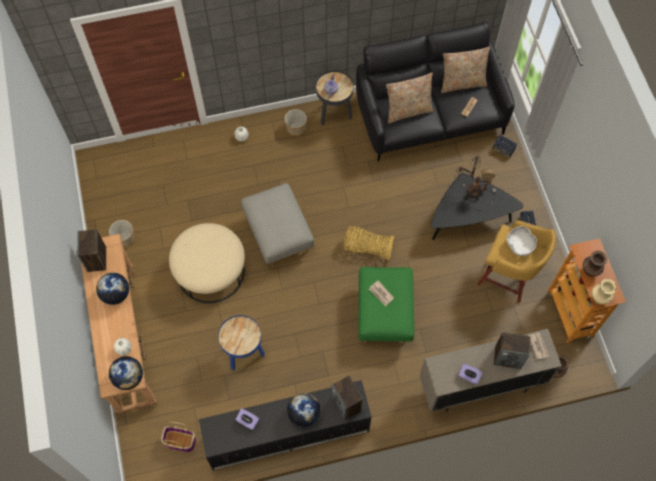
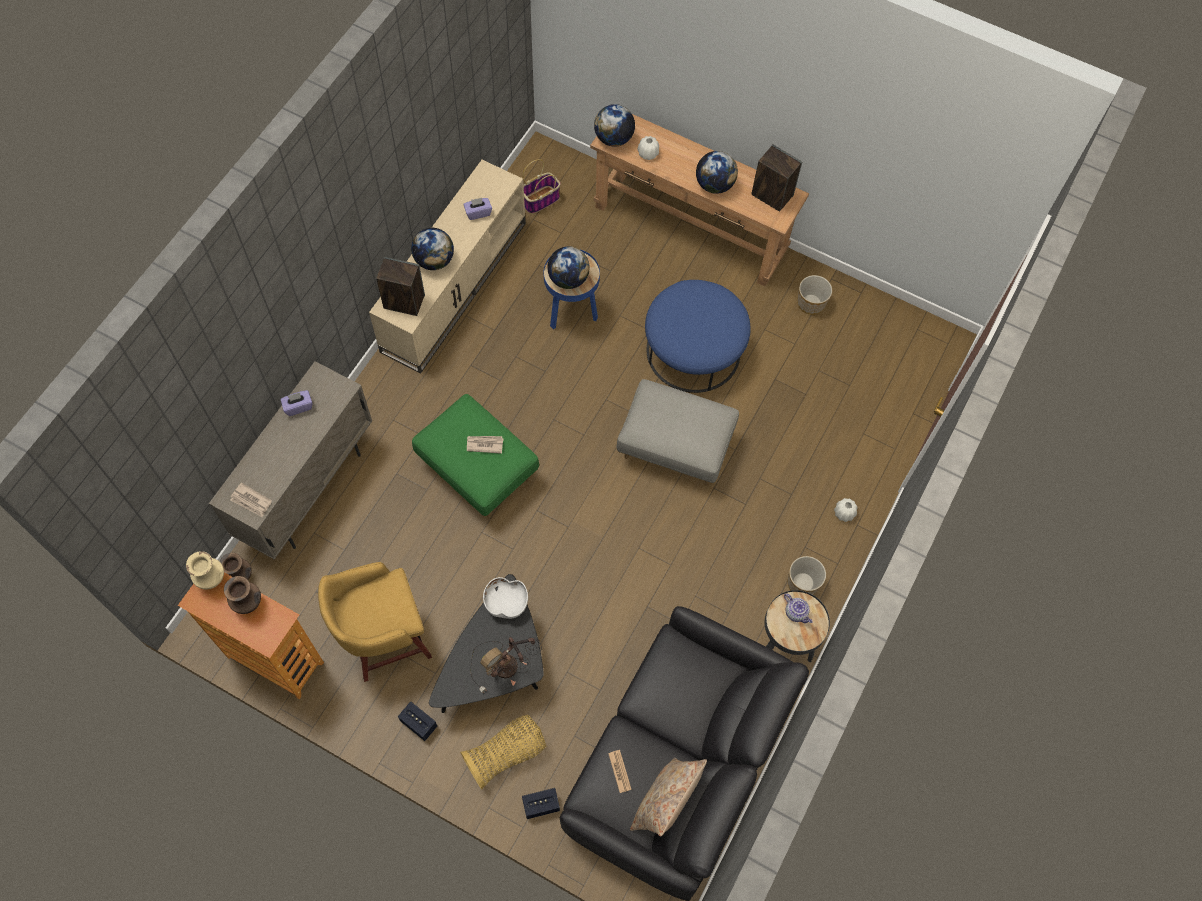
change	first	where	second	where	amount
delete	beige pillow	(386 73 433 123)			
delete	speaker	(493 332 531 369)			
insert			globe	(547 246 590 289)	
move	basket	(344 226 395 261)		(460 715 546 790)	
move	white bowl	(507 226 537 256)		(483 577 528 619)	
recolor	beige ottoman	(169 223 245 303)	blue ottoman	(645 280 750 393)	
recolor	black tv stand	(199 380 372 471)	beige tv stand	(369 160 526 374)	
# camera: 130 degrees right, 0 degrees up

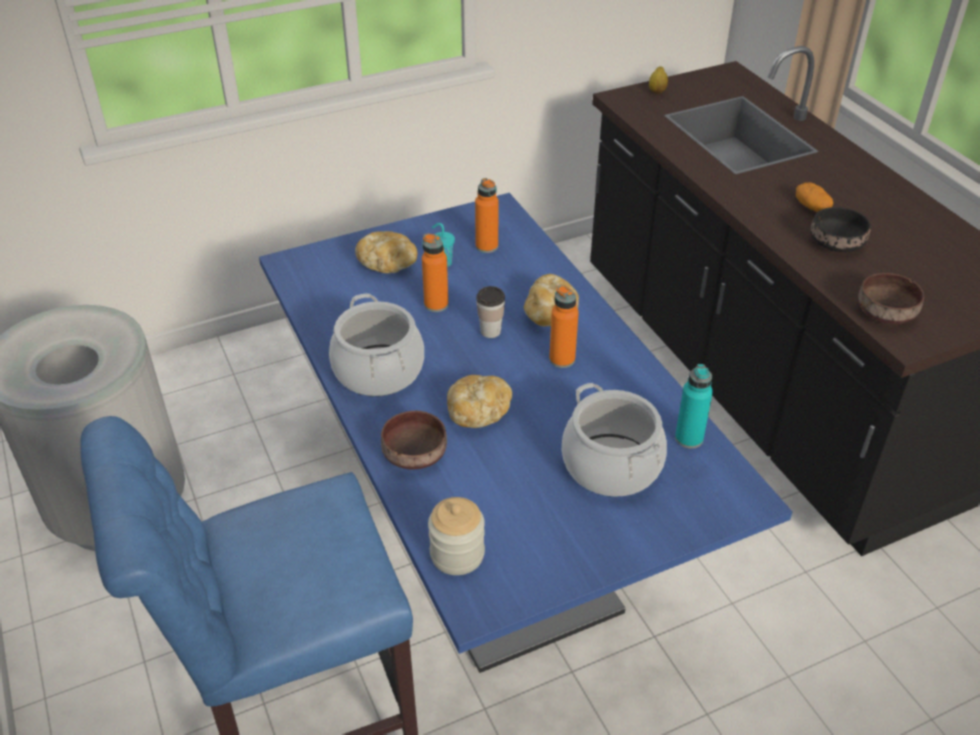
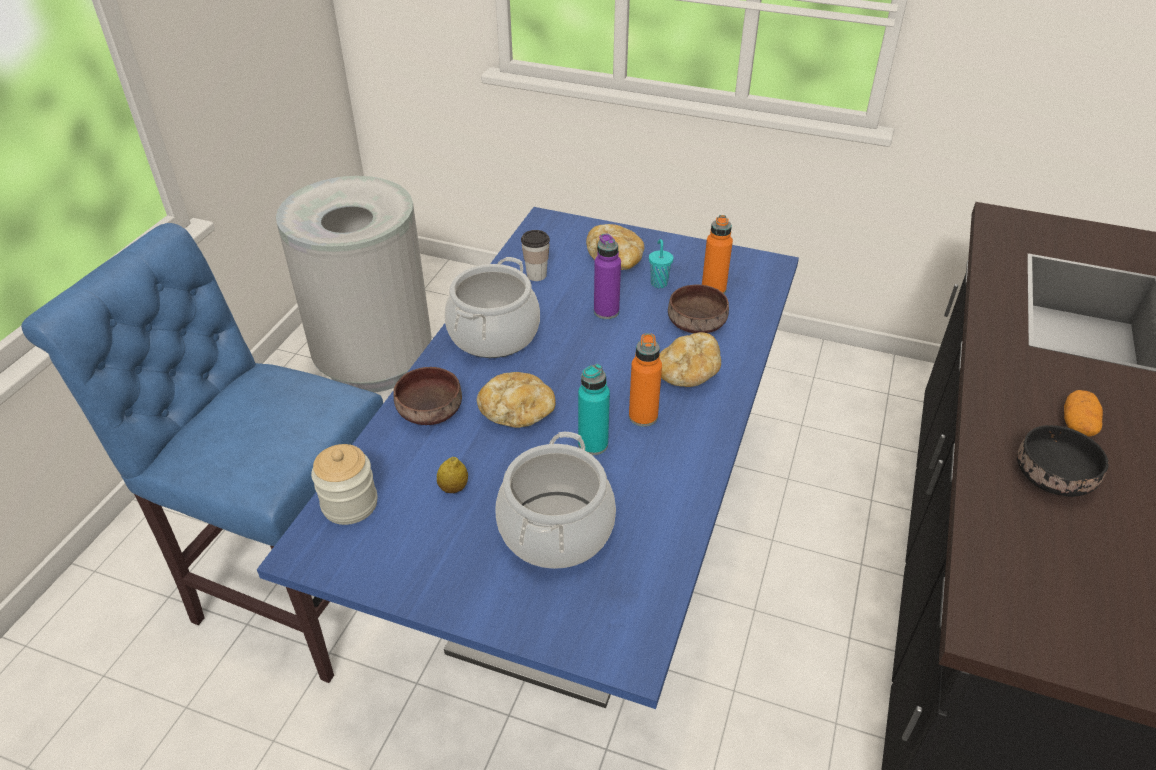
change	first	where	second	where	amount
move	cup	(476 286 505 338)		(521 230 550 281)	
move	lemon	(649 66 668 94)		(437 457 468 493)	
move	turquoise bottle	(675 364 713 449)		(578 364 610 455)	
move	brown bowl	(858 273 924 324)		(668 285 729 333)	
recolor	orange bottle	(422 234 449 312)	purple bottle	(594 233 621 319)	
# camera: 45 degrees right, 0 degrees up

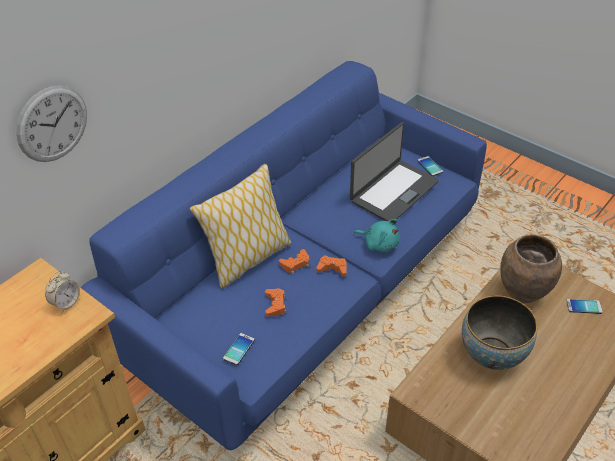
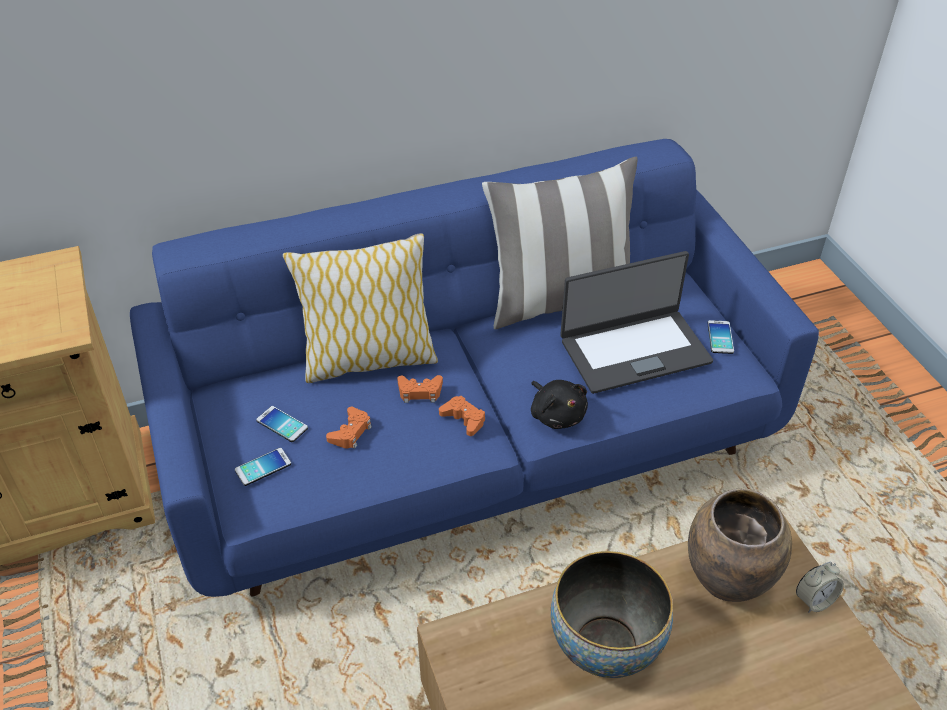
change	first	where	second	where	amount
delete	wall clock	(16 85 87 162)			
insert			pillow	(482 157 638 329)	
move	alarm clock	(45 271 80 312)		(796 562 844 613)	
move	phone	(566 299 603 314)		(256 406 308 442)	
recolor	turquoise plush toy	(354 219 400 252)	black plush toy	(531 380 588 429)	
# camera: 30 degrees right, 0 degrees up

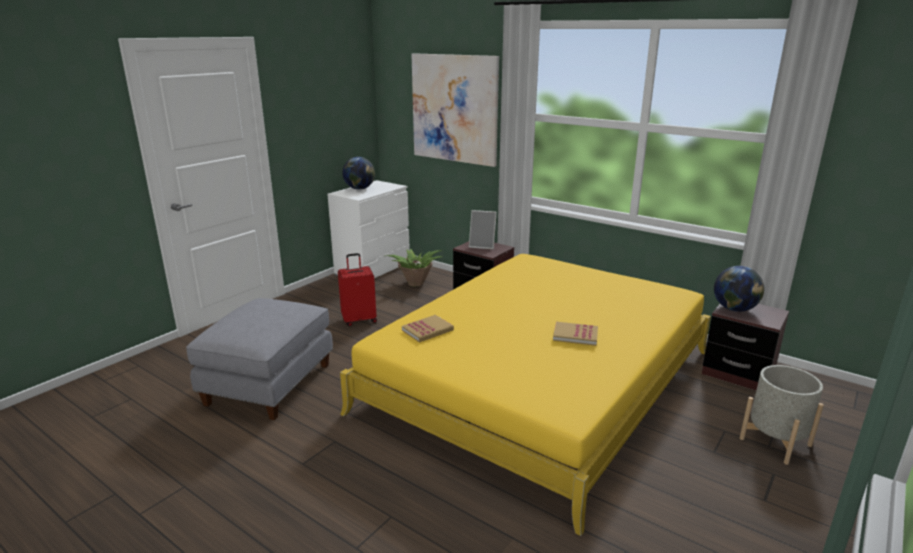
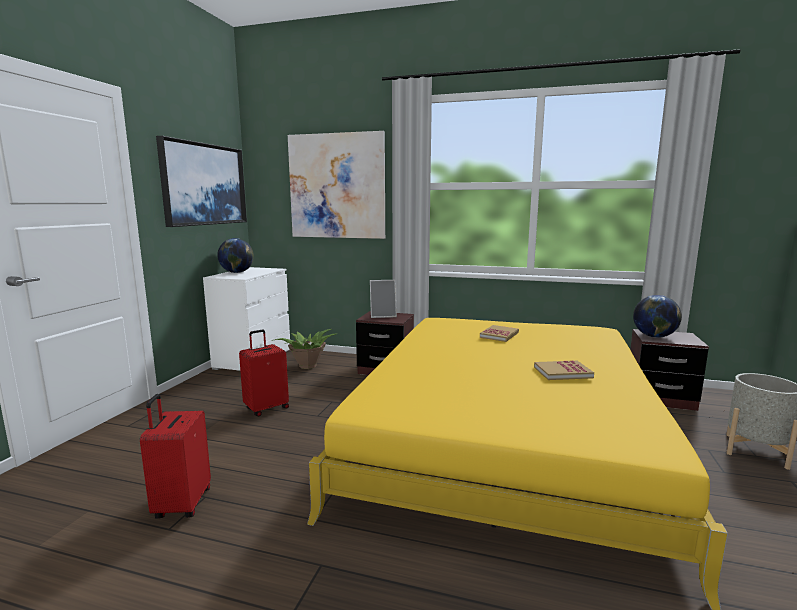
change	first	where	second	where	amount
insert			picture	(156 136 247 227)	
move	book	(402 315 454 343)		(480 325 519 342)	
replace	grey ottoman	(186 298 333 420)	red suitcase	(140 394 211 519)	
# camera: 20 degrees left, 10 degrees down

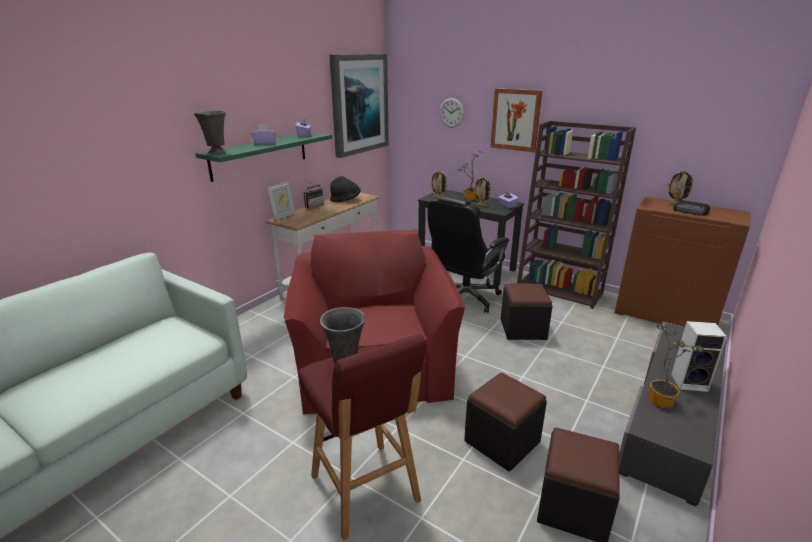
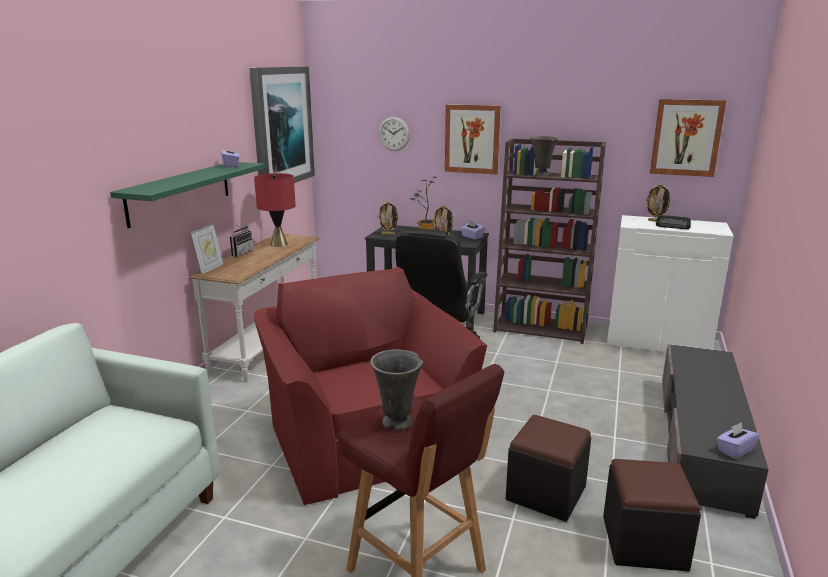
change	first	where	second	where	amount
delete	black ottoman	(501 283 553 340)			
delete	potted plant	(649 323 704 409)			
delete	speaker	(671 321 727 392)			
insert			picture	(650 99 726 177)	
move	grey vase	(194 110 226 154)		(530 136 558 176)	
move	purple tissue box	(252 124 276 145)		(717 422 760 459)	
replace	black hat	(330 176 361 202)	red table lamp	(254 173 296 247)	
recolor	brown cabinet	(615 197 751 327)	white cabinet	(607 215 734 352)	
# camera: 15 degrees left, 5 degrees down

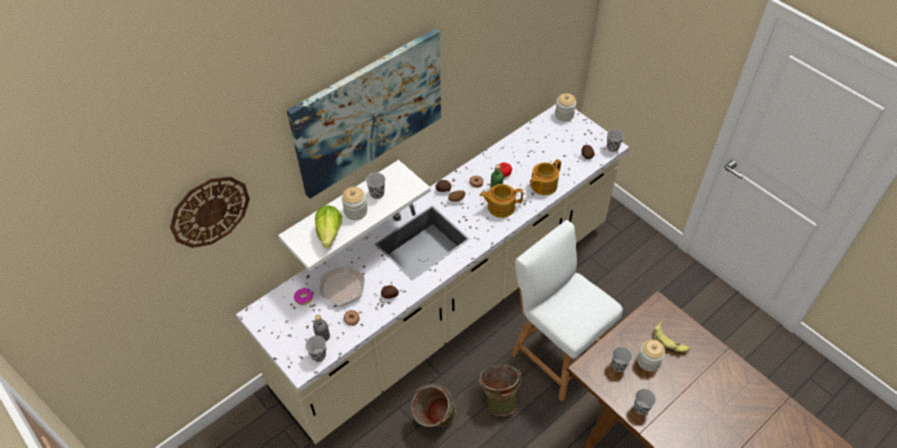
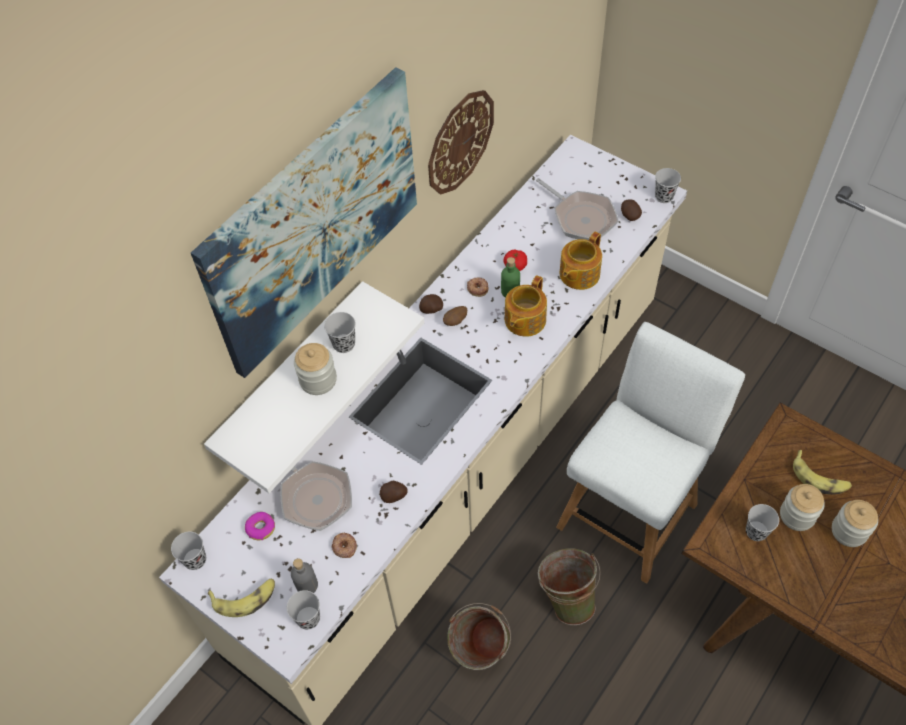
change	first	where	second	where	amount
delete	lettuce	(315 205 342 248)			
insert			banana	(208 579 275 617)	
insert			frying pan	(536 178 619 240)	
move	wall clock	(170 176 250 248)		(428 90 494 194)	
move	jar	(555 93 576 121)		(832 500 878 547)	
move	black cup	(634 389 656 415)		(171 532 206 570)	
rotate	teapot	(480 184 523 218)		(505 275 547 337)	45 degrees counterclockwise
rotate	white chair	(511 220 623 401)		(556 322 745 584)	90 degrees clockwise
# camera: 10 degrees left, 5 degrees up

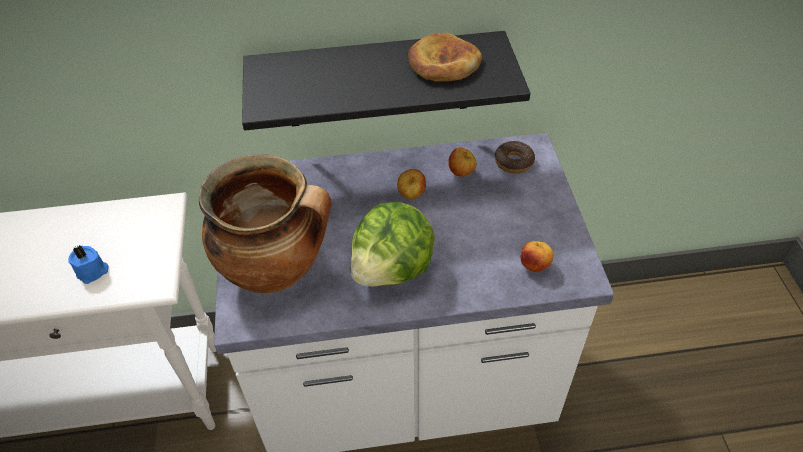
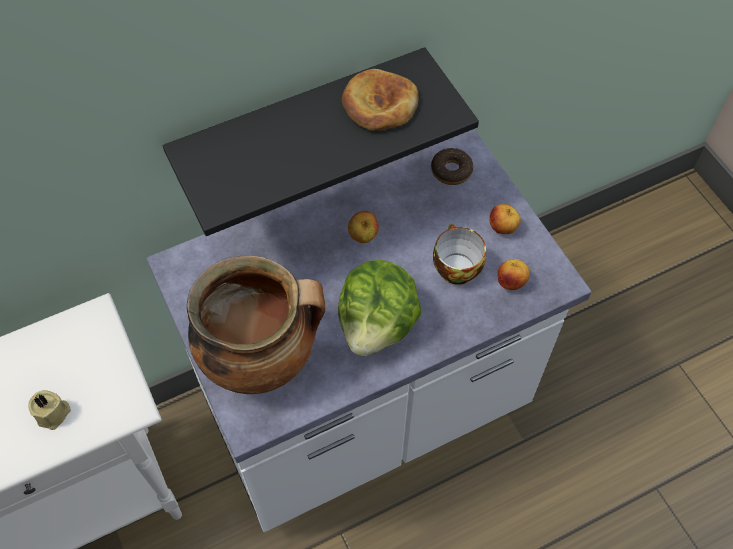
change	first	where	second	where	amount
insert			cup	(433 224 486 285)	
move	apple	(448 148 477 177)		(489 204 521 234)	
recolor	blue candle	(68 245 109 284)	beige candle	(28 390 71 430)	
# camera: 20 degrees left, 10 degrees up

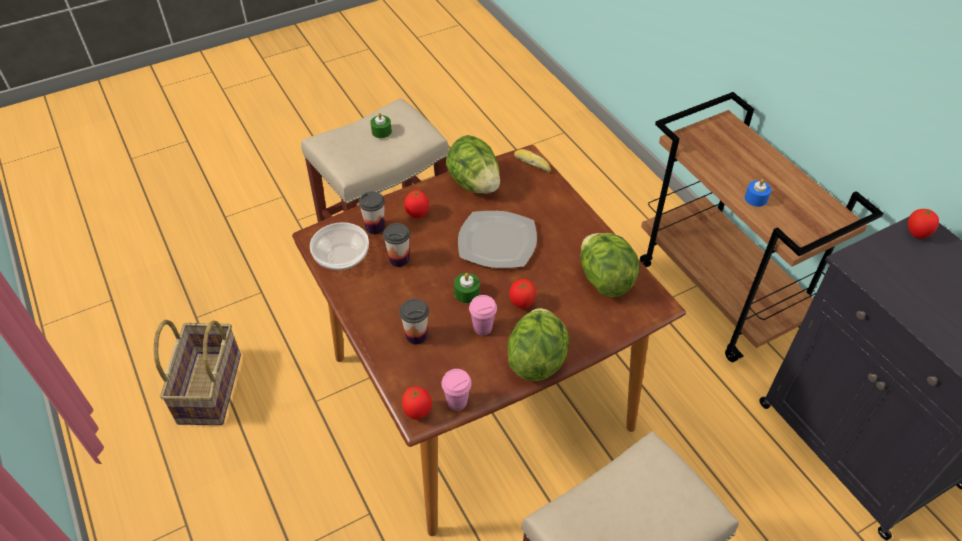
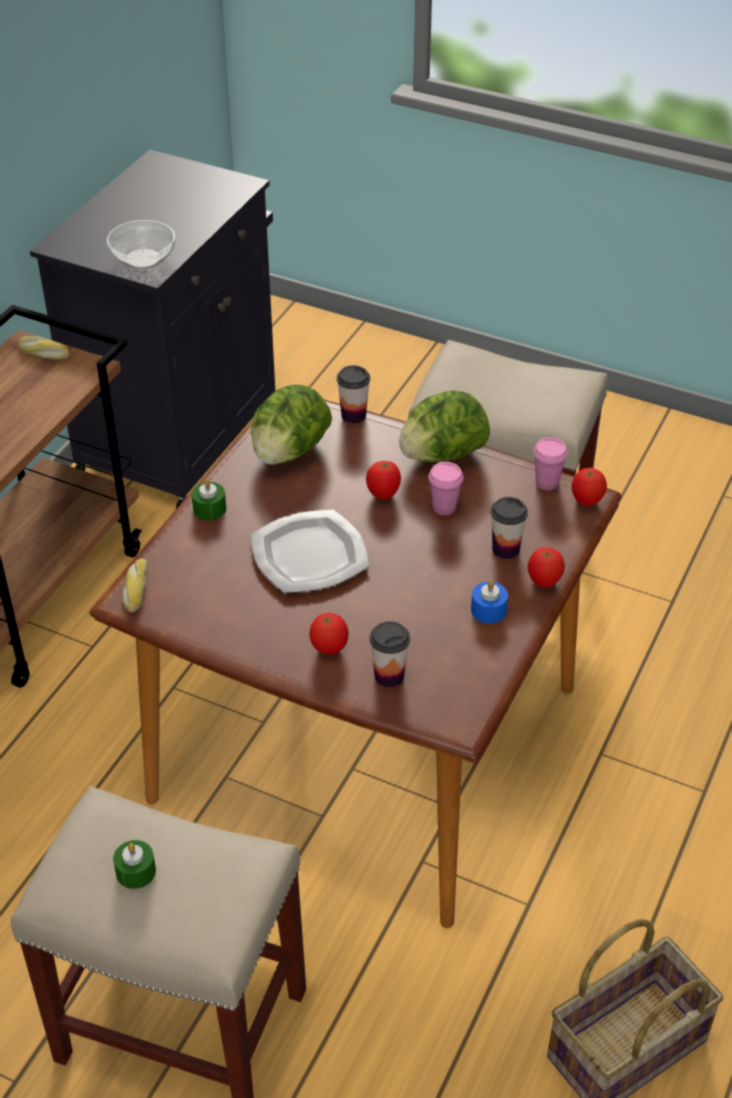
change	first	where	second	where	amount
delete	lettuce	(446 135 500 194)			
insert			bread	(18 336 69 360)	
move	bowl	(310 222 369 270)		(107 220 175 269)	
move	cup	(383 223 410 267)		(337 365 370 423)	
move	green candle	(454 273 480 303)		(192 479 226 521)	
move	blue candle	(745 179 771 207)		(471 580 508 624)	
move	tomato	(908 209 939 239)		(528 547 565 588)	
# camera: 125 degrees left, 5 degrees down

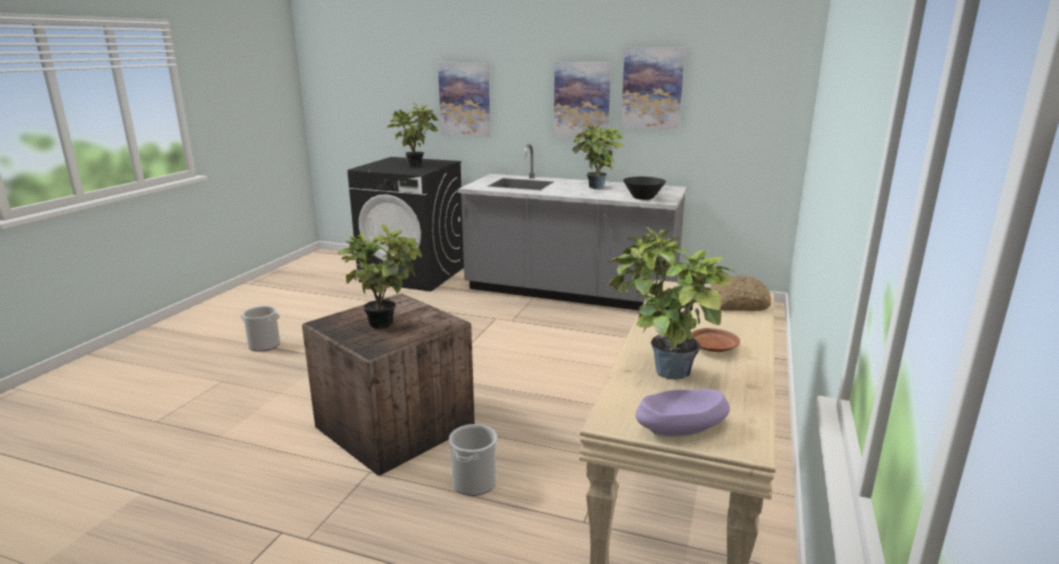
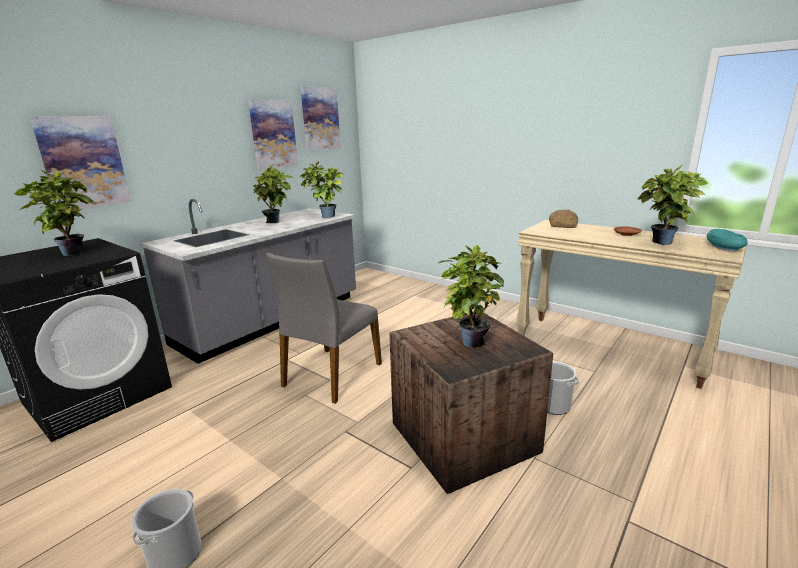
change	first	where	second	where	amount
insert			grey chair	(266 253 382 404)	
move	picture	(554 62 611 140)		(300 86 341 151)	
replace	black bowl	(623 177 666 200)	potted plant	(300 162 343 218)	
recolor	purple bowl	(636 389 730 437)	turquoise bowl	(707 229 748 252)	
# camera: 70 degrees left, 0 degrees up

